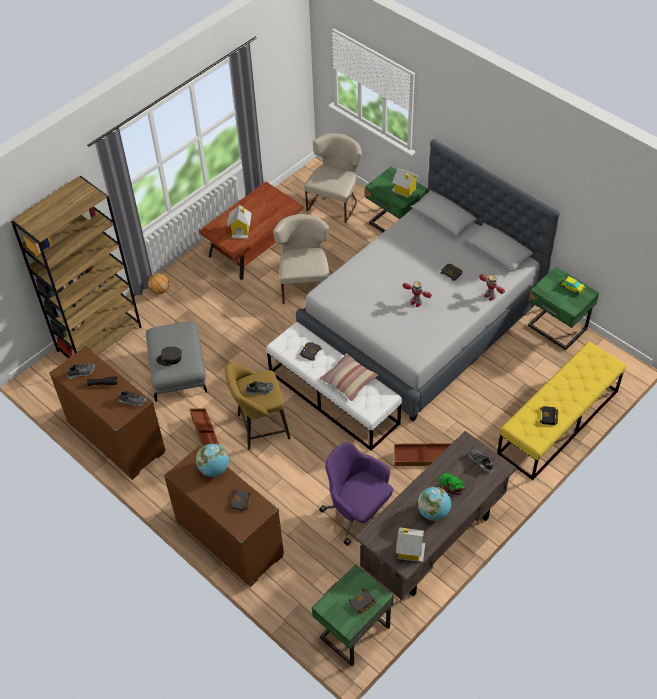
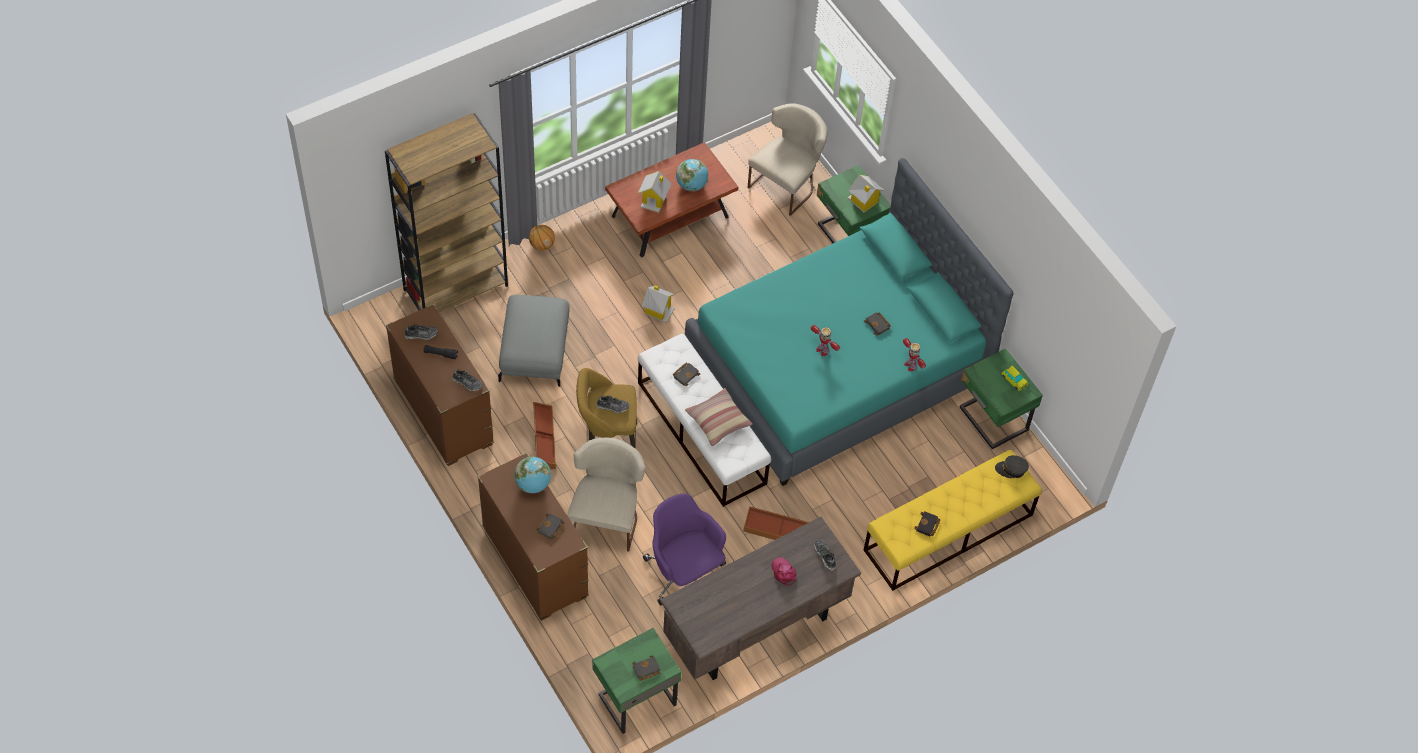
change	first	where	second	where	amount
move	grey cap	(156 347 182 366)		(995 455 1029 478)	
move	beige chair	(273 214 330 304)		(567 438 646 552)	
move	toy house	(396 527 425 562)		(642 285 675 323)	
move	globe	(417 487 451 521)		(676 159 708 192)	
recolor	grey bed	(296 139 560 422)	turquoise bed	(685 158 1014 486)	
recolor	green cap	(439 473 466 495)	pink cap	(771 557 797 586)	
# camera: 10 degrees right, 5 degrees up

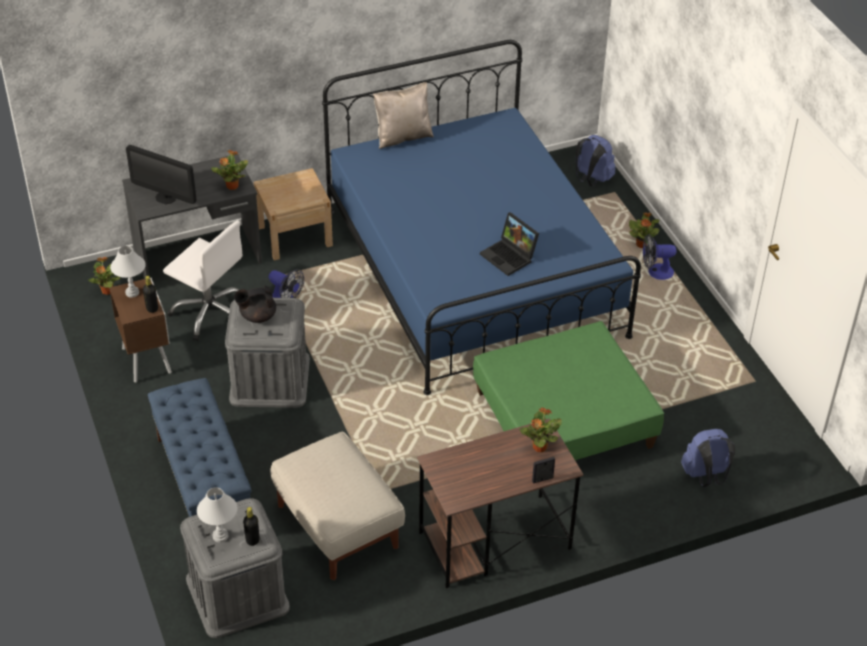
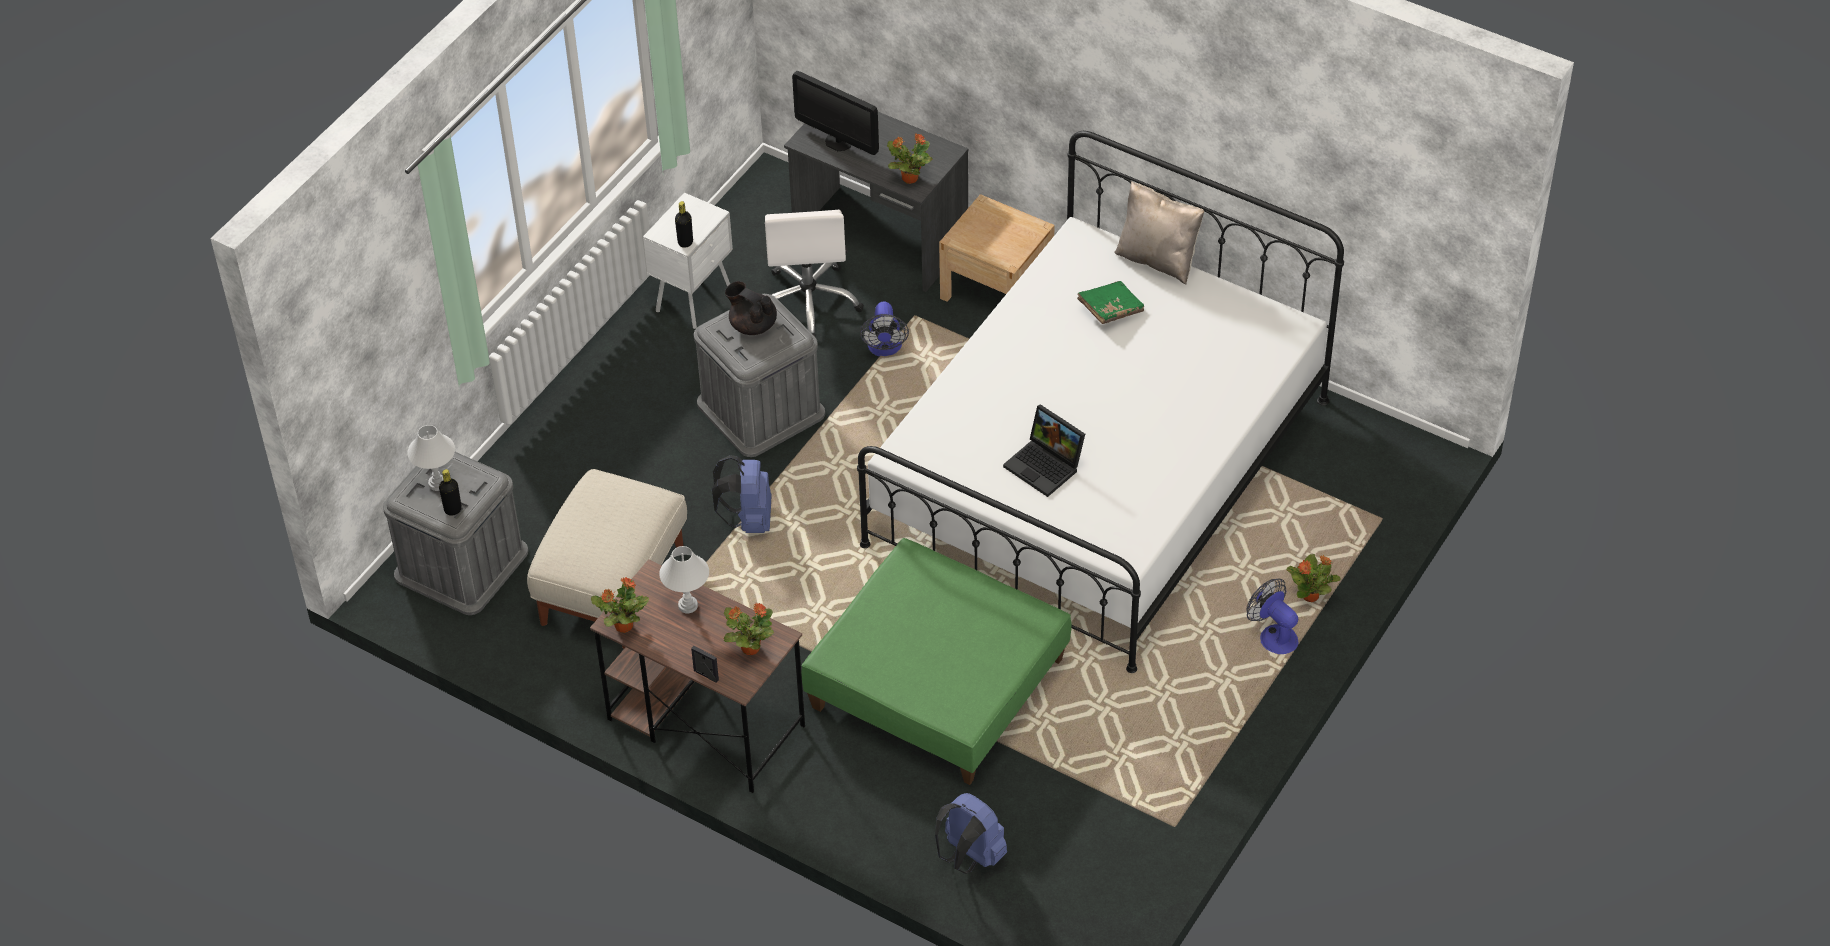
change	first	where	second	where	amount
delete	blue bench	(148 378 251 517)			
insert			green book	(1077 281 1144 324)	
move	potted plant	(88 257 121 295)		(591 577 649 633)	
move	white table lamp	(110 246 146 298)		(659 546 709 613)	
move	blue backpack	(576 135 616 186)		(712 455 772 533)	
recolor	brown nightstand	(109 278 172 383)	white nightstand	(643 192 733 329)	
recolor	blue bed	(322 40 641 395)	white bed	(857 131 1344 673)	
rotate	monitor	(126 145 196 204)		(792 71 879 155)	45 degrees counterclockwise
rotate	laptop	(480 212 539 276)		(1003 404 1085 497)	60 degrees counterclockwise
# camera: 55 degrees right, 5 degrees up

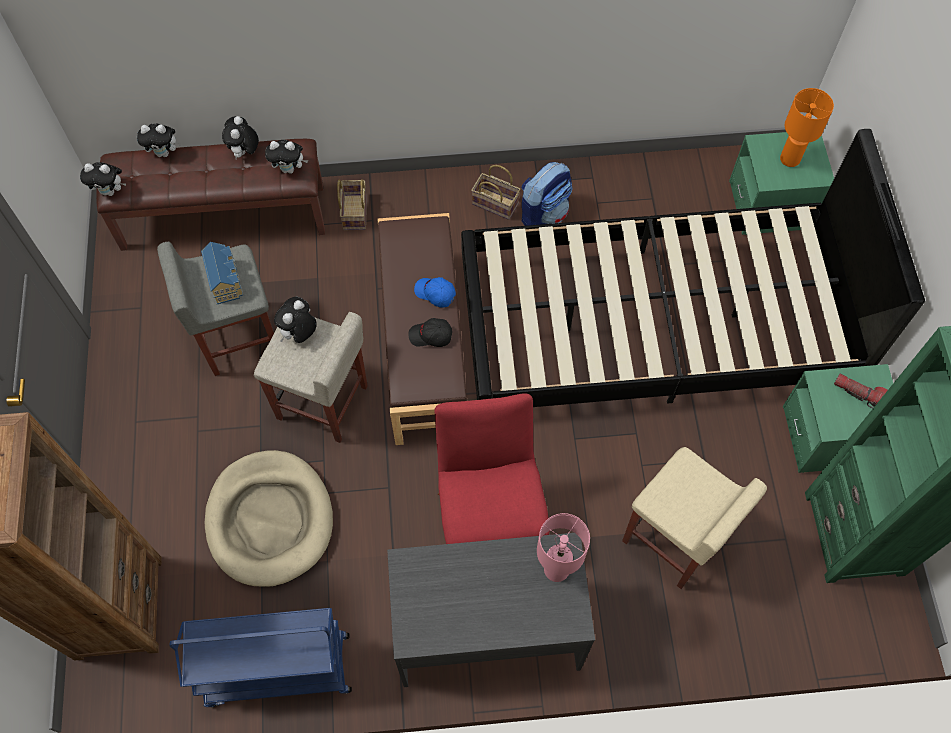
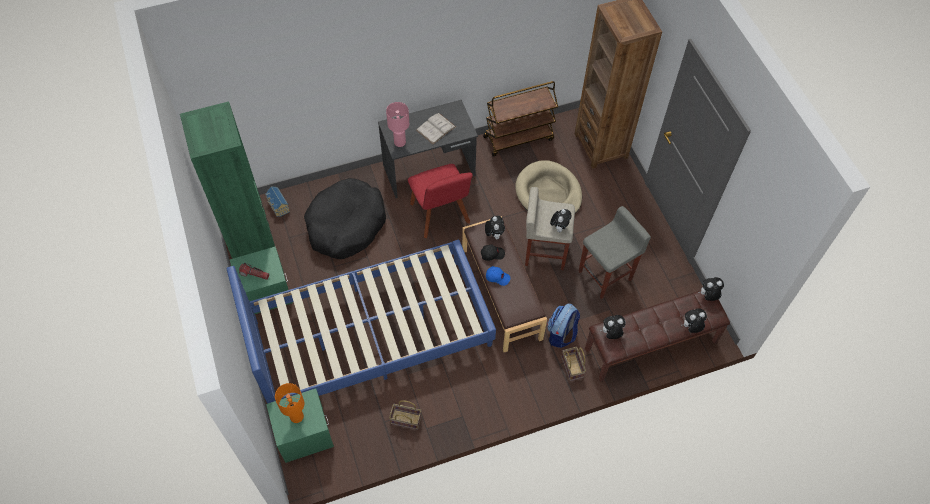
change	first	where	second	where	amount
insert			white book	(416 113 456 144)	
move	toy house	(201 242 243 304)		(265 186 290 217)	
move	plush toy	(222 116 259 160)		(485 216 505 239)	
move	basket	(471 165 520 220)		(389 400 421 430)	
move	backpack	(521 162 573 226)		(547 303 580 348)	
replace	beige stool	(622 447 767 589)	black dog bed	(304 178 386 259)	
recolor	blue cart	(170 608 352 708)	brown cart	(483 81 558 157)	
recolor	black bed	(461 129 925 407)	blue bed	(227 240 496 404)	
# camera: 165 degrees right, 5 degrees down

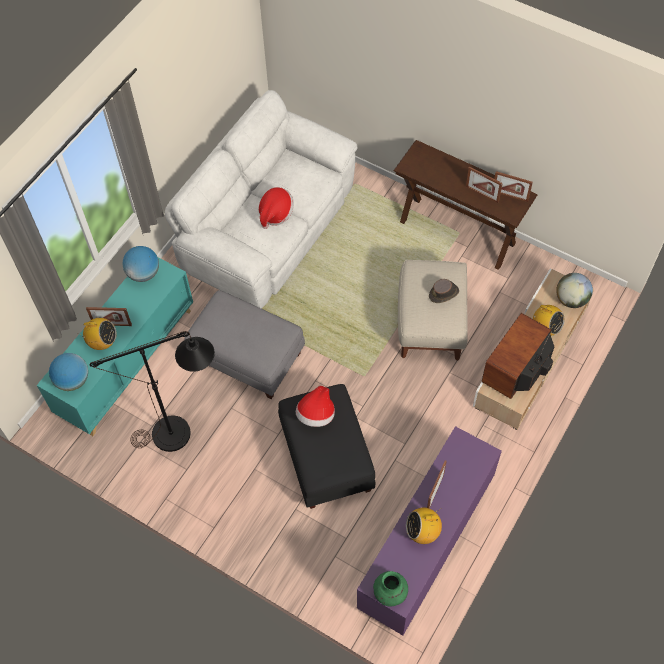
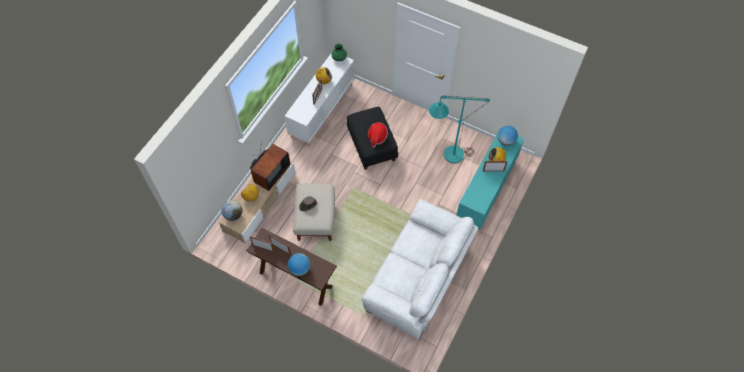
change	first	where	second	where	amount
delete	grey ottoman	(184 290 305 399)			
delete	hat	(259 187 294 229)			
move	globe	(122 246 159 282)		(288 253 310 276)	
recolor	black floor lamp	(89 331 215 452)	turquoise floor lamp	(429 96 490 163)	
recolor	purple cabinet	(357 426 502 636)	white cabinet	(284 53 355 146)	
# camera: 175 degrees right, 0 degrees up

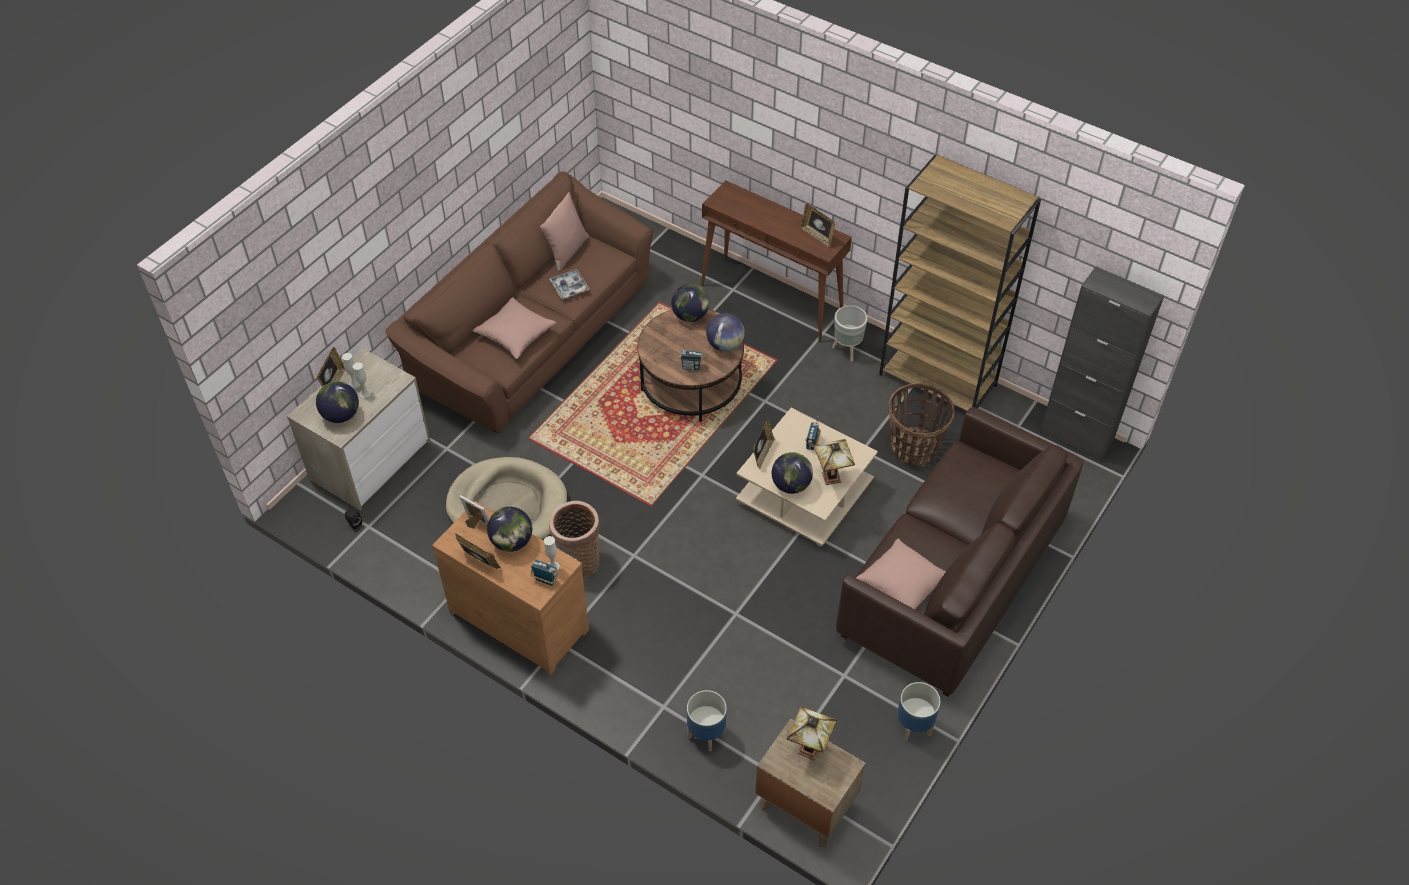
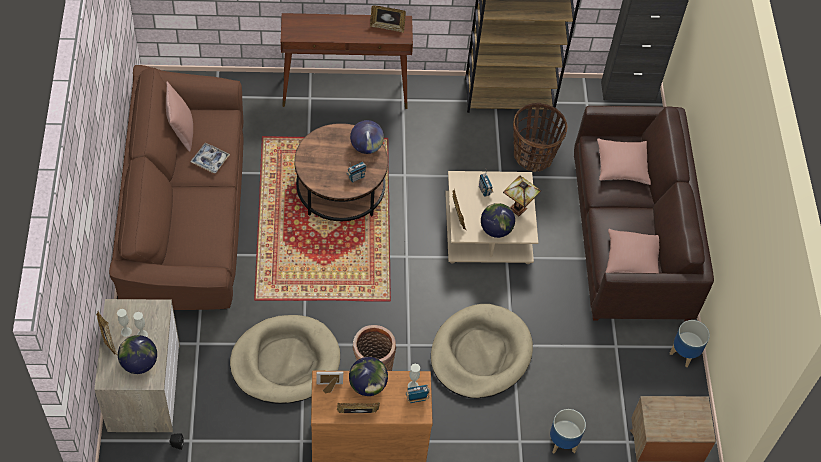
change	first	where	second	where	amount
delete	globe	(671 284 709 322)			
delete	table lamp	(787 707 837 760)			
delete	grey planter	(832 305 868 362)			
insert			beige dog bed	(431 304 533 398)	
move	pink pillow	(473 297 556 359)		(597 138 651 185)	
# camera: 40 degrees left, 5 degrees up

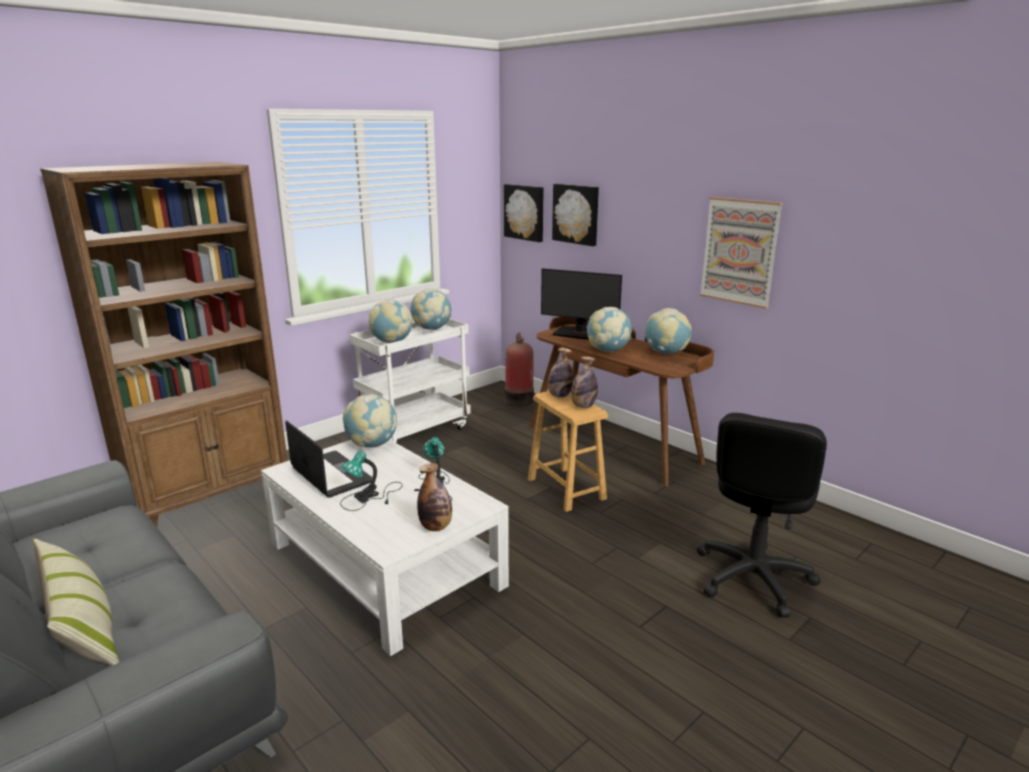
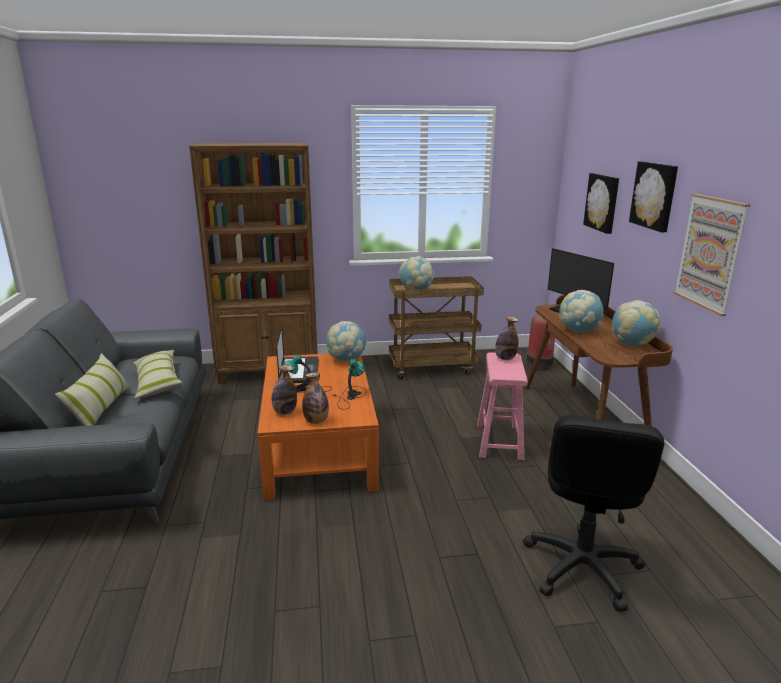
change	first	where	second	where	amount
delete	globe	(410 288 452 330)			
insert			pillow	(133 350 183 398)	
move	picture	(504 184 544 242)		(629 162 678 232)	
move	bottle	(571 357 598 408)		(272 365 297 415)	
recolor	white coffee table	(261 440 509 656)	orange coffee table	(258 354 379 500)	
recolor	white cart	(349 319 471 443)	brown cart	(389 276 484 379)	
recolor	brown stool	(528 391 608 512)	pink stool	(477 352 528 460)	
rotate	black office chair	(697 413 827 618)		(523 415 664 612)	45 degrees counterclockwise
# camera: 35 degrees right, 0 degrees up

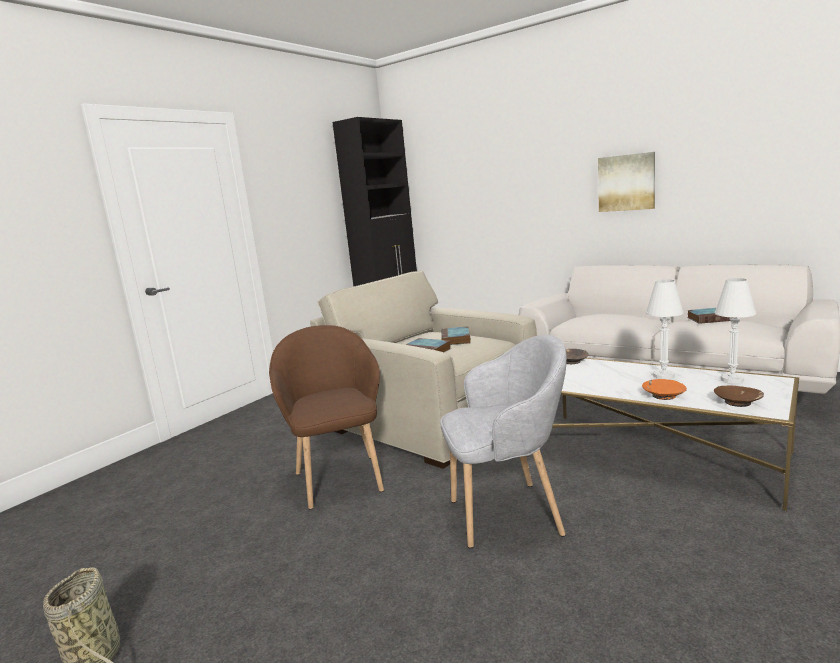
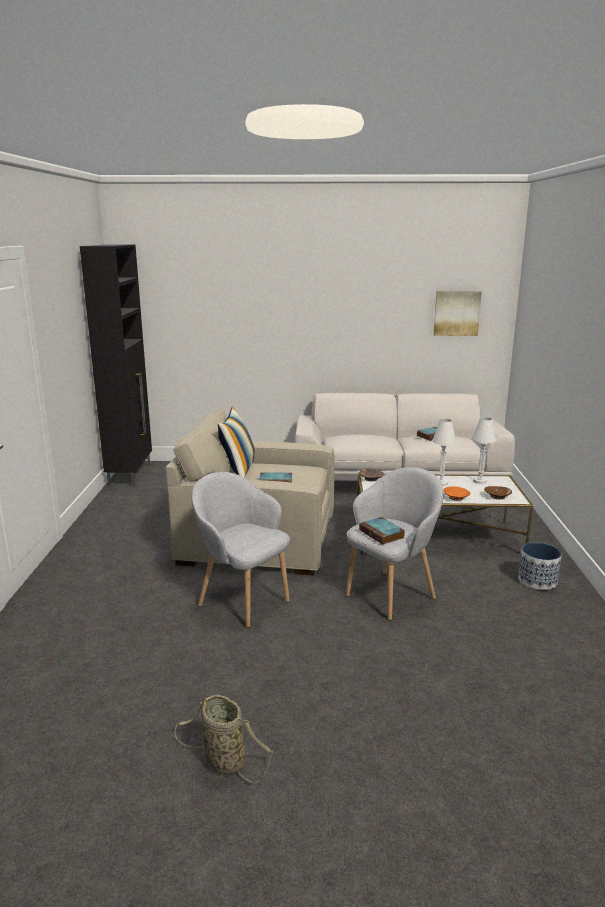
change	first	where	second	where	amount
insert			pillow	(218 407 255 478)	
insert			planter	(518 542 562 590)	
move	book	(441 326 471 345)		(359 517 405 545)	
move	picture	(598 152 655 212)		(434 291 482 336)	
recolor	brown armchair	(269 325 384 510)	grey armchair	(192 472 290 628)	
# camera: 35 degrees left, 5 degrees up

